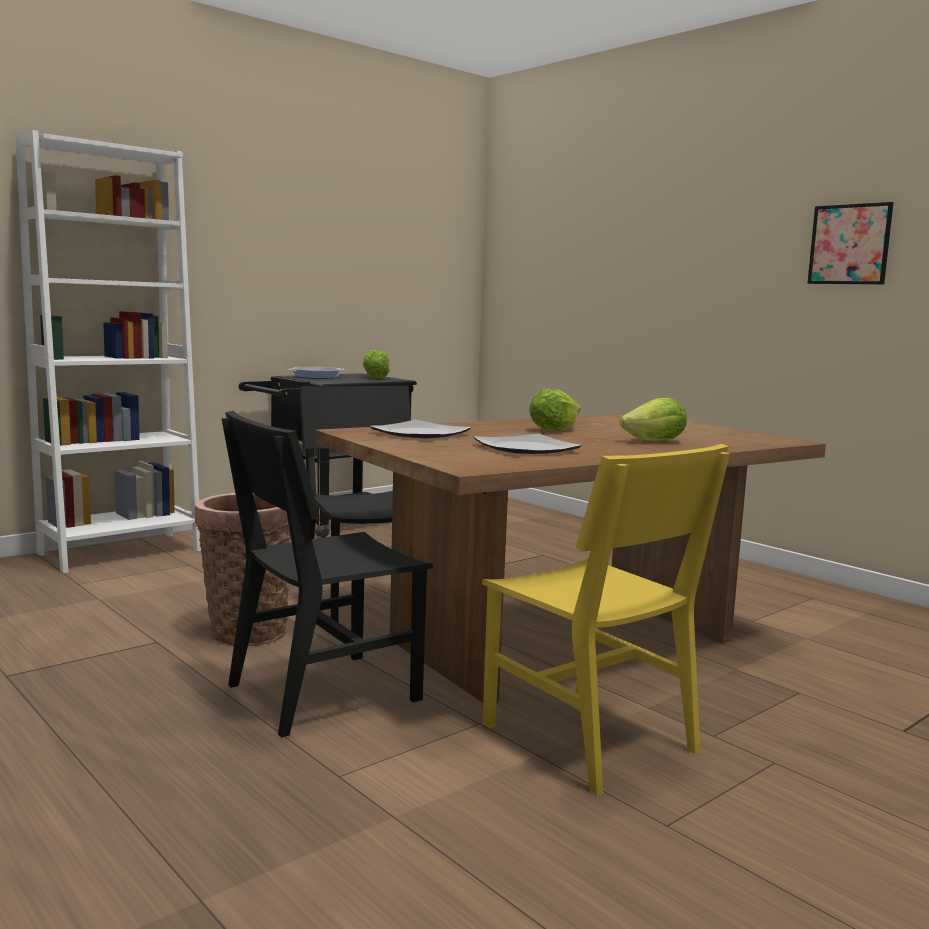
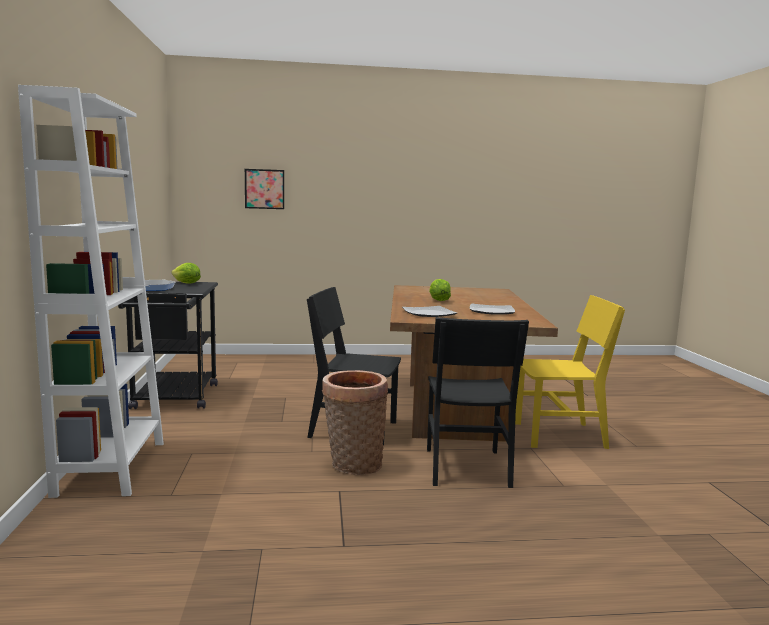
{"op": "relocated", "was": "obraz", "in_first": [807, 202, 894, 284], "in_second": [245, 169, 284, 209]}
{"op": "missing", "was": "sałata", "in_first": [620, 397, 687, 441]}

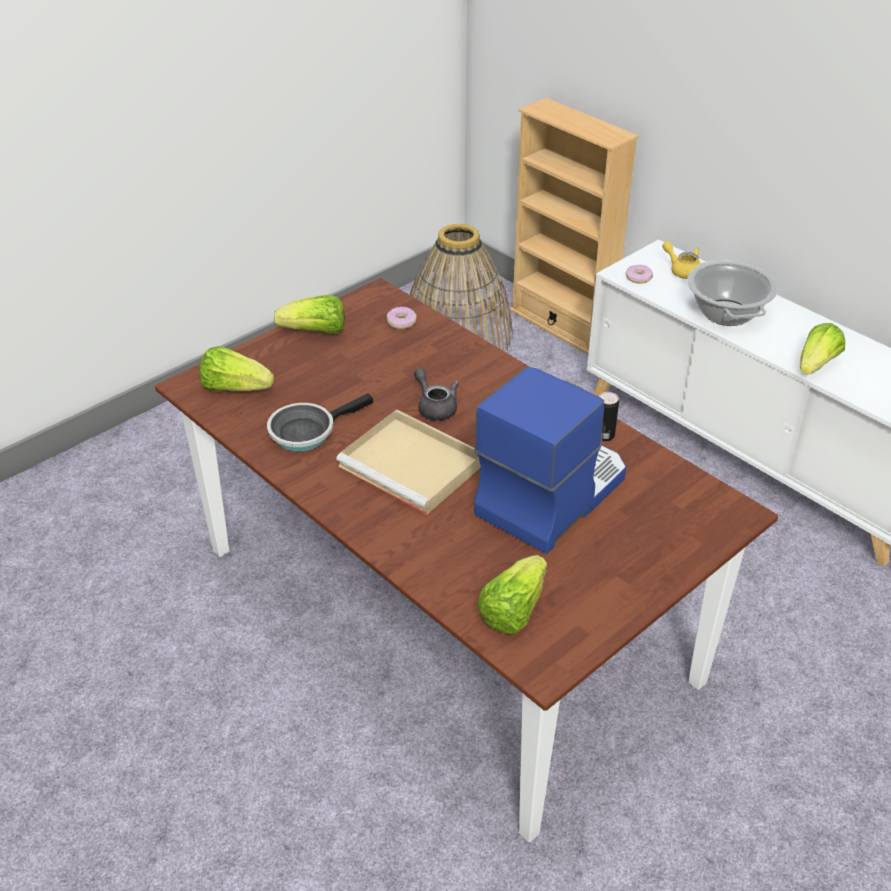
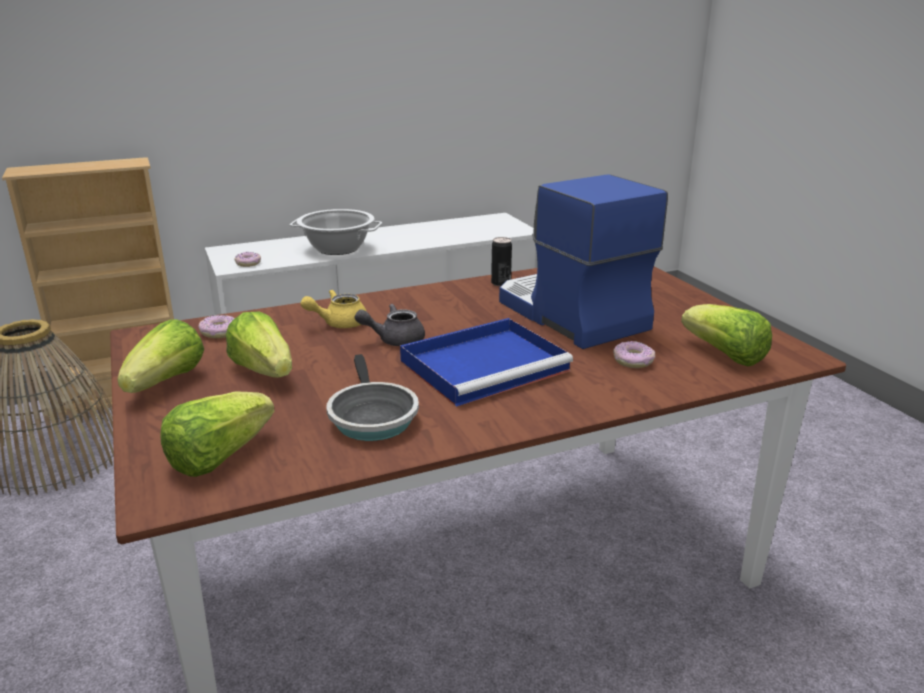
{"op": "relocated", "was": "imbryk [żółty]", "in_first": [662, 241, 701, 279], "in_second": [300, 290, 366, 328]}
{"op": "relocated", "was": "sałata", "in_first": [800, 323, 845, 375], "in_second": [226, 311, 292, 378]}
{"op": "colour", "was": "taca [beżowy]", "now": "taca [niebieski]", "in_first": [336, 409, 480, 514], "in_second": [400, 318, 573, 407]}
{"op": "appeared", "now": "donut", "in_second": [613, 341, 655, 368]}

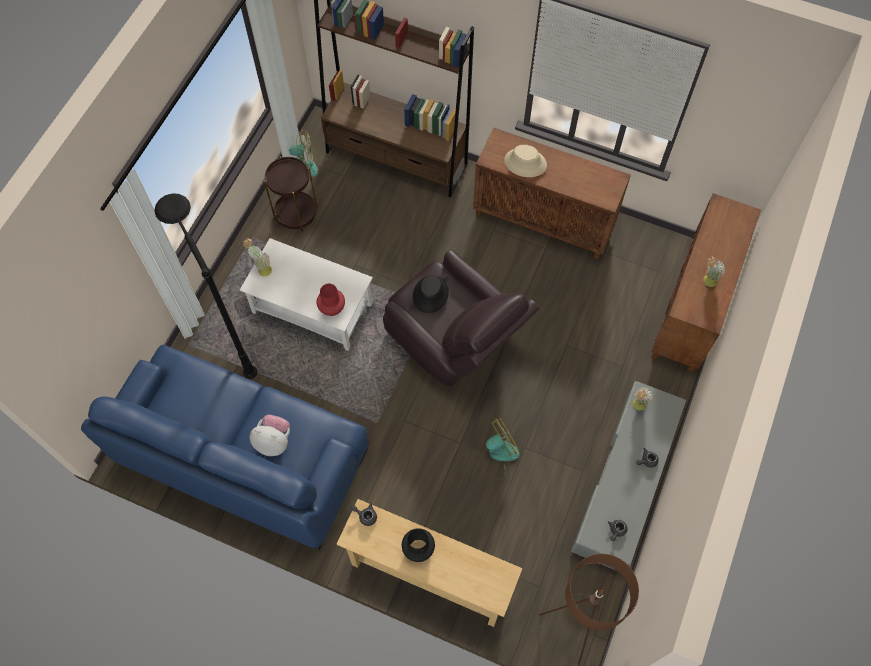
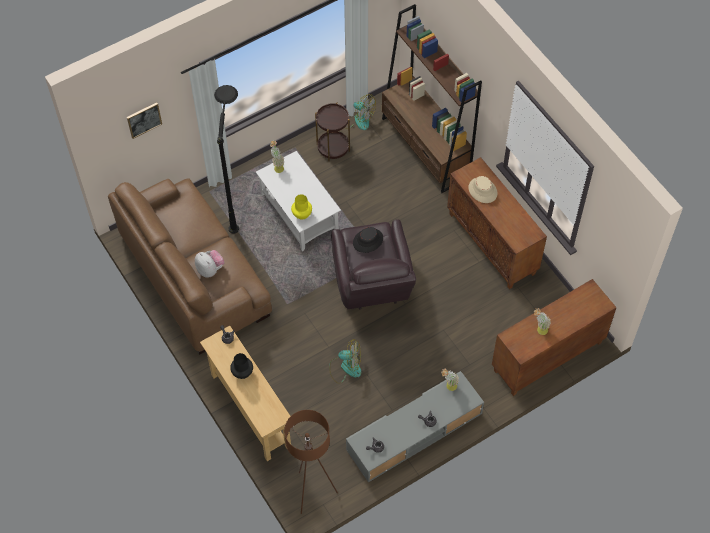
{"op": "colour", "was": "wazon [czerwony]", "now": "wazon [żółty]", "in_first": [316, 284, 345, 316], "in_second": [291, 194, 312, 220]}
{"op": "colour", "was": "kanapa [niebieski]", "now": "kanapa [brązowy]", "in_first": [81, 345, 369, 550], "in_second": [108, 178, 272, 355]}
{"op": "appeared", "now": "obraz", "in_second": [127, 103, 162, 139]}

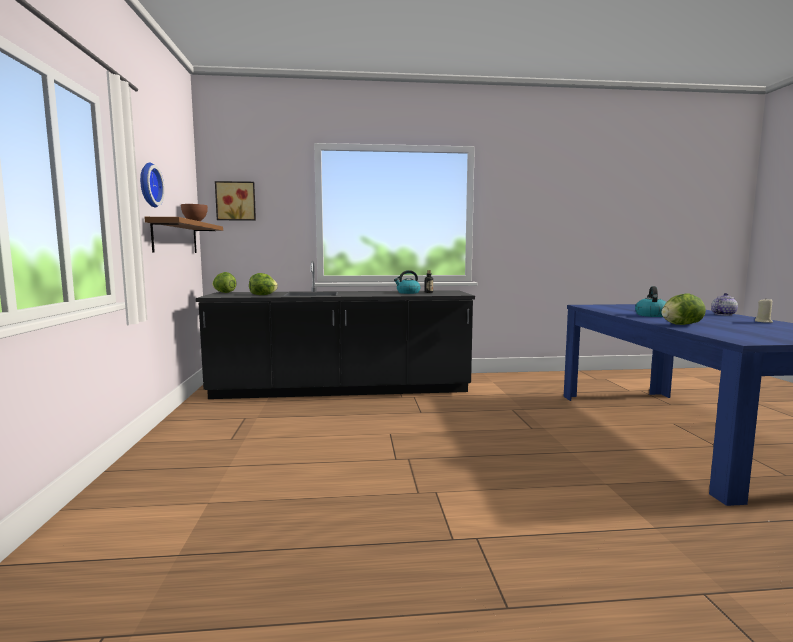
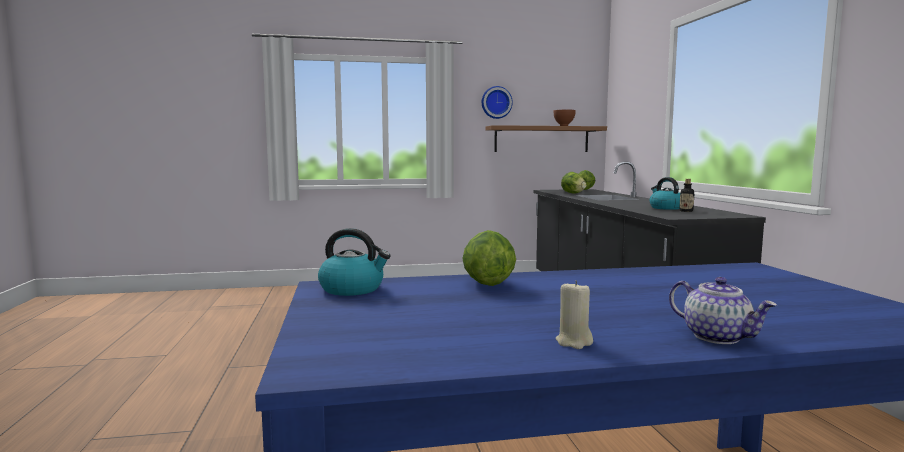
{"op": "missing", "was": "obraz", "in_first": [215, 181, 256, 221]}
{"op": "relocated", "was": "czajnik", "in_first": [635, 286, 666, 317], "in_second": [318, 228, 391, 296]}

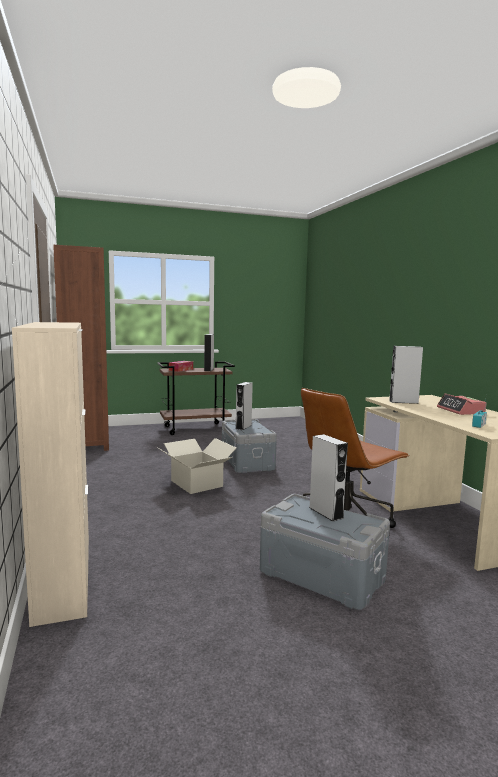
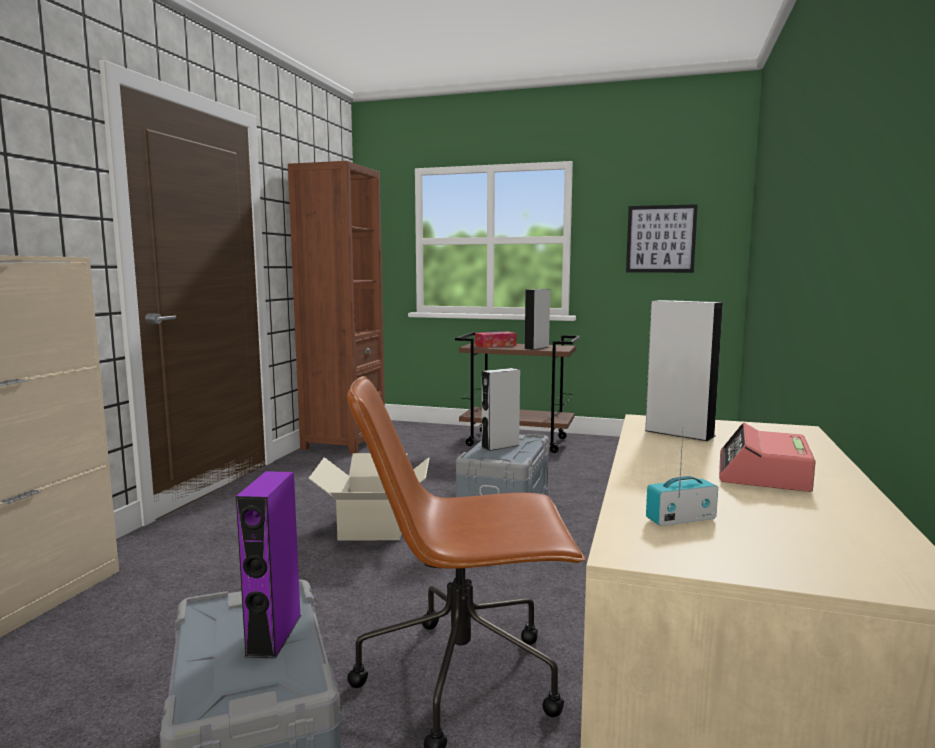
{"op": "colour", "was": "głośnik [szary]", "now": "głośnik [fioletowy]", "in_first": [309, 434, 348, 521], "in_second": [236, 471, 301, 659]}
{"op": "appeared", "now": "obraz", "in_second": [626, 204, 698, 273]}

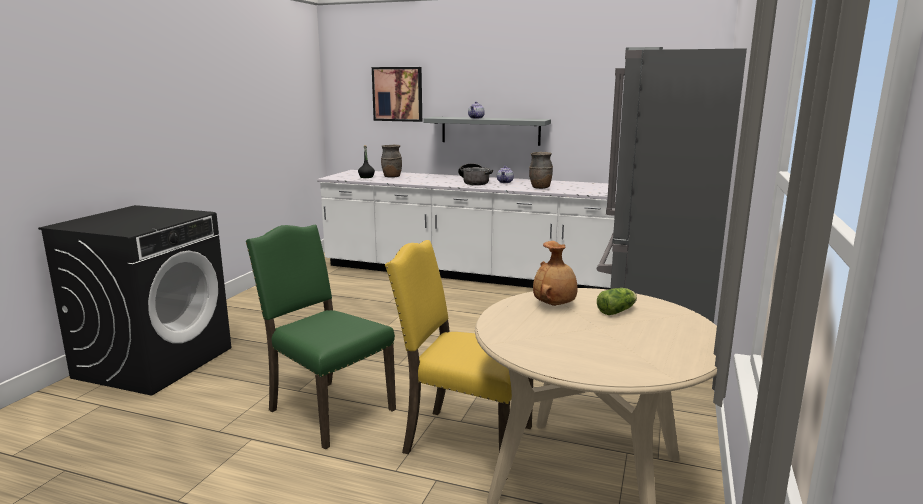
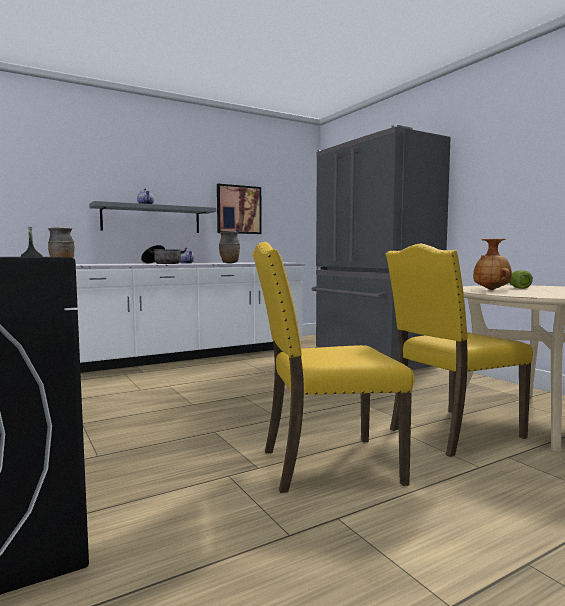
{"op": "relocated", "was": "obraz", "in_first": [372, 67, 422, 122], "in_second": [217, 184, 262, 234]}
{"op": "colour", "was": "krzesło [zielony]", "now": "krzesło [żółty]", "in_first": [246, 225, 396, 450], "in_second": [252, 242, 414, 493]}

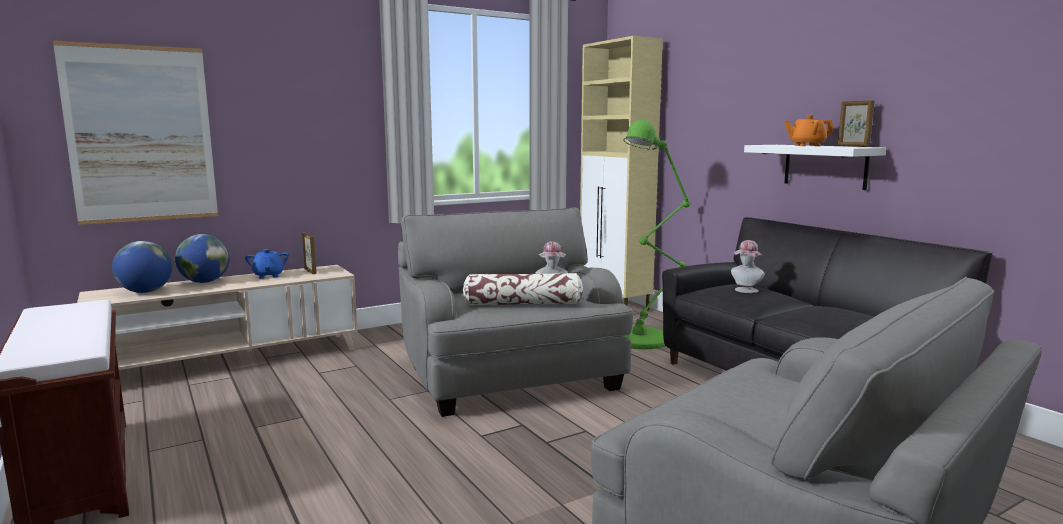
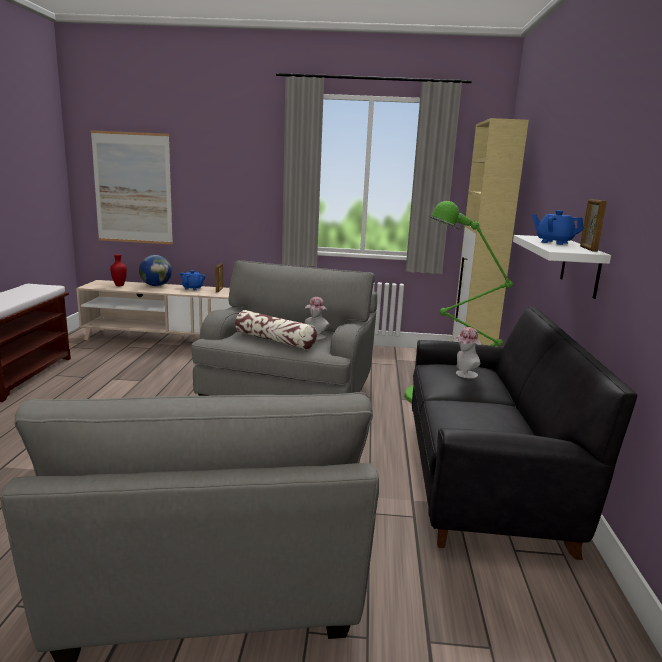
{"op": "colour", "was": "imbryk [pomarańczowy]", "now": "imbryk [niebieski]", "in_first": [784, 115, 834, 146], "in_second": [532, 210, 583, 245]}
{"op": "exchanged", "was": "globus", "now": "wazon [czerwony]", "in_first": [112, 241, 172, 293], "in_second": [110, 254, 127, 286]}

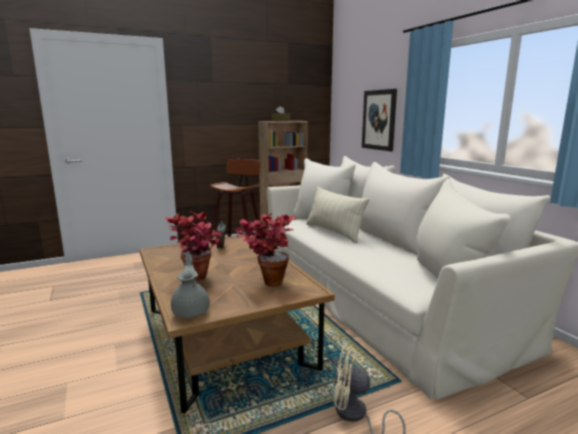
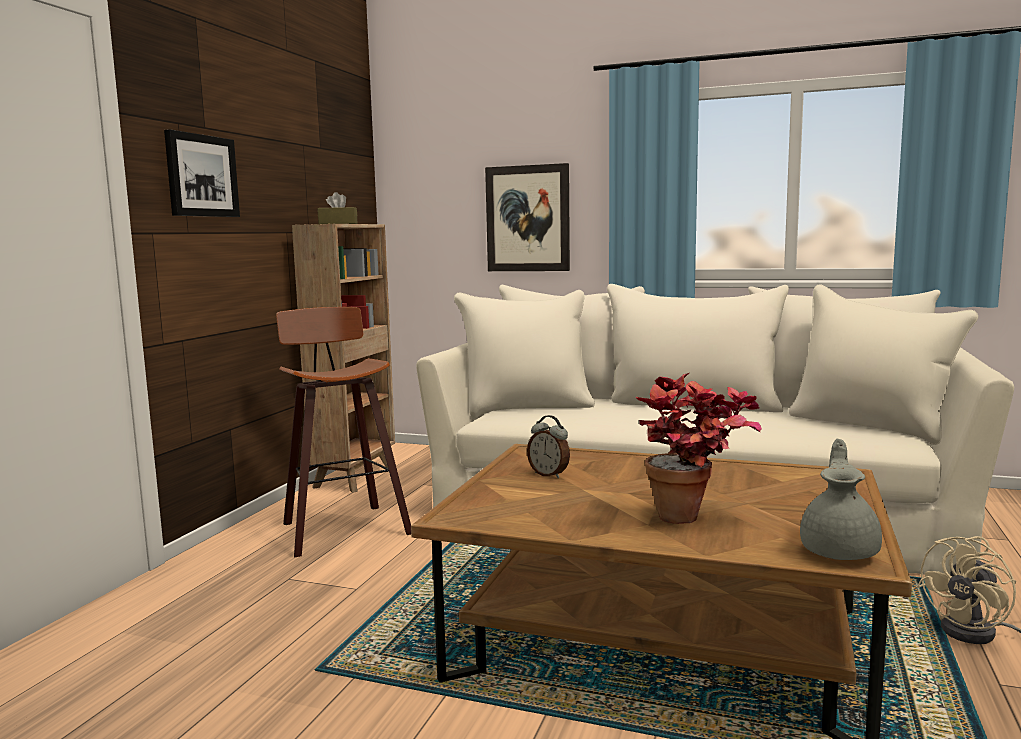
{"op": "missing", "was": "poduszka [beżowy]", "in_first": [306, 186, 369, 243]}
{"op": "missing", "was": "roślina doniczkowa", "in_first": [235, 213, 296, 286]}
{"op": "spun", "was": "imbryk [szary]", "in_first": [171, 255, 210, 318], "in_second": [800, 439, 882, 560], "clockwise": 75}
{"op": "appeared", "now": "obraz", "in_second": [164, 129, 240, 217]}

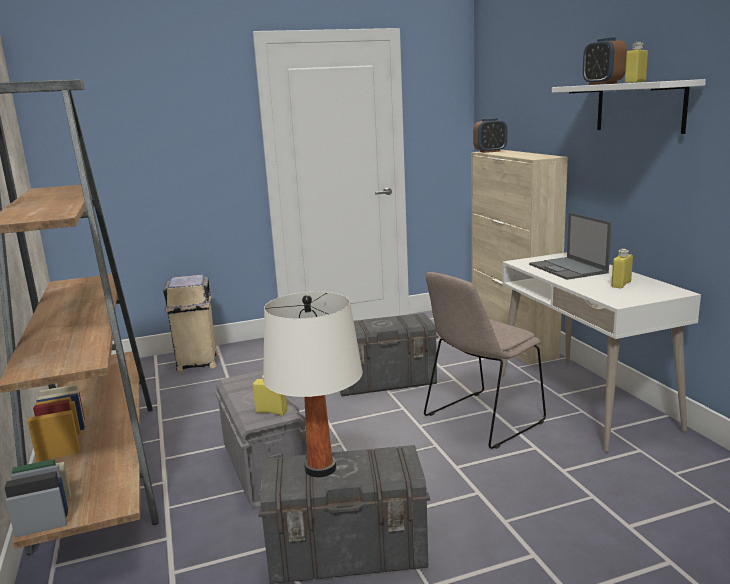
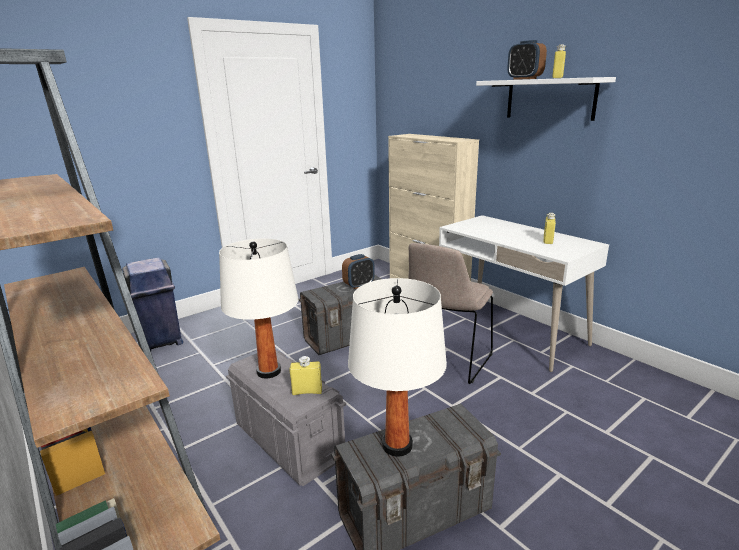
{"op": "relocated", "was": "budzik", "in_first": [473, 118, 507, 153], "in_second": [342, 254, 375, 289]}
{"op": "missing", "was": "laptop", "in_first": [529, 212, 612, 280]}
{"op": "colour", "was": "kosz na śmieci [beżowy]", "now": "kosz na śmieci [niebieski]", "in_first": [163, 275, 217, 372], "in_second": [122, 257, 184, 351]}
{"op": "appeared", "now": "lampa stołowa [biały]", "in_second": [219, 239, 298, 379]}

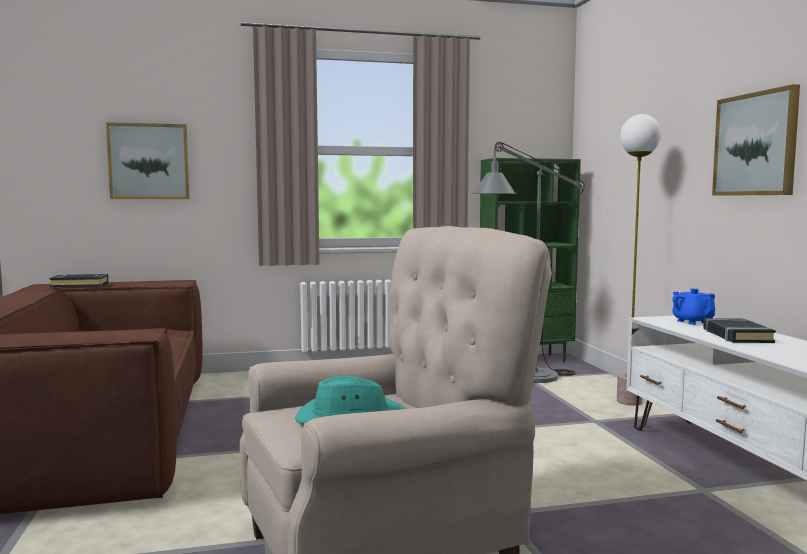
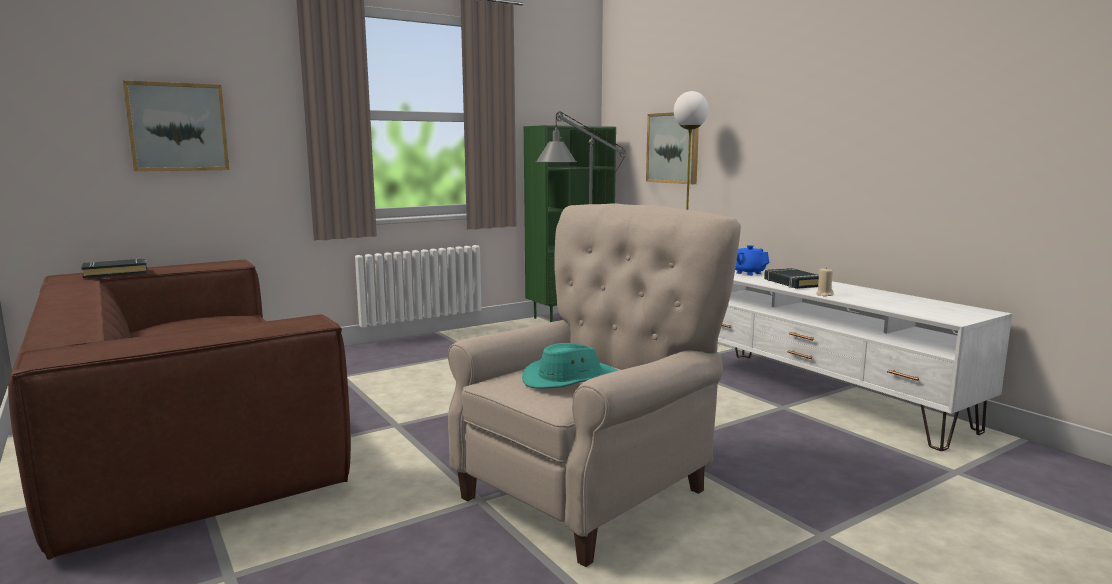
{"op": "relocated", "was": "obraz", "in_first": [712, 84, 800, 196], "in_second": [646, 112, 699, 184]}
{"op": "appeared", "now": "świeca [beżowy]", "in_second": [816, 267, 834, 297]}

